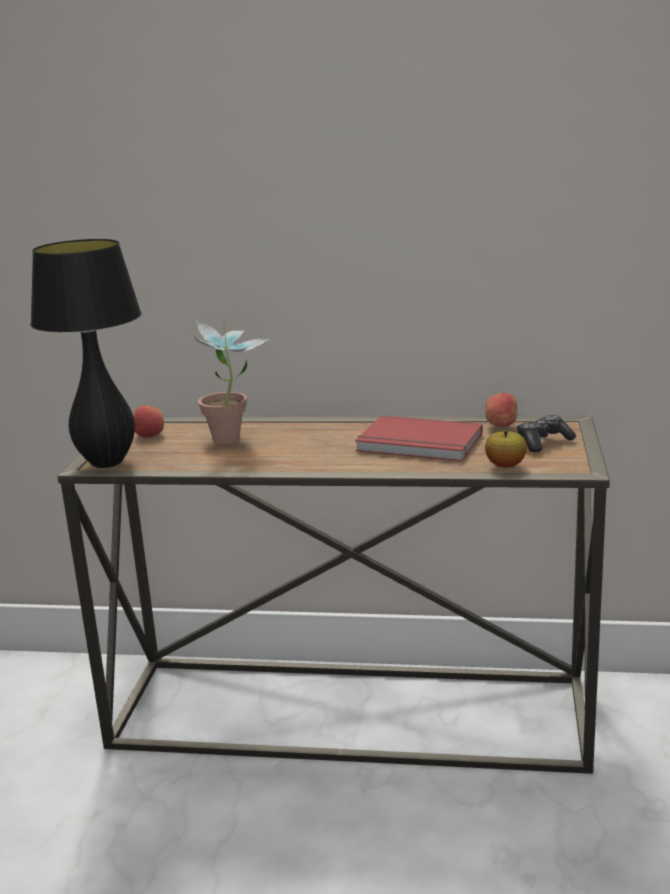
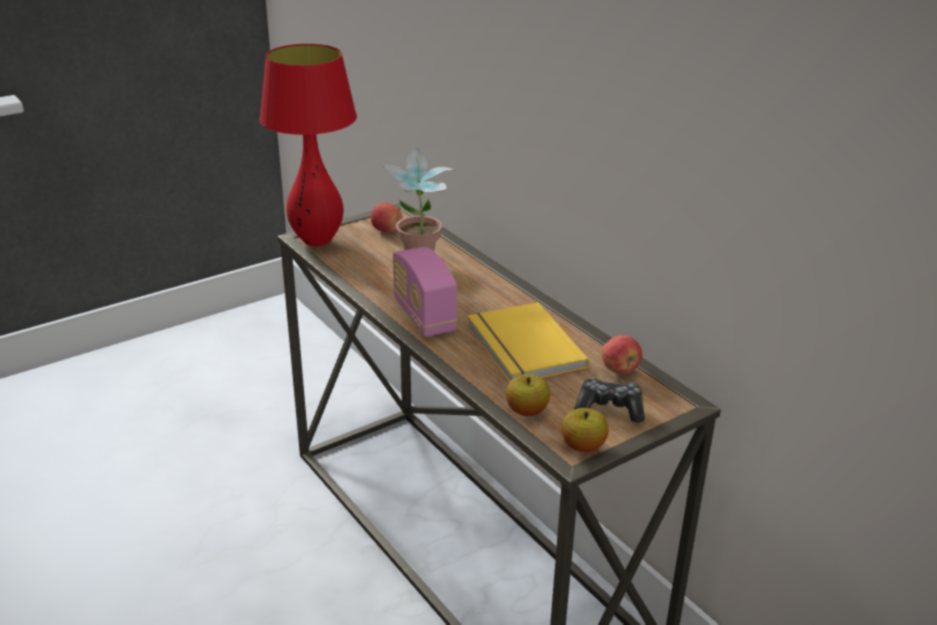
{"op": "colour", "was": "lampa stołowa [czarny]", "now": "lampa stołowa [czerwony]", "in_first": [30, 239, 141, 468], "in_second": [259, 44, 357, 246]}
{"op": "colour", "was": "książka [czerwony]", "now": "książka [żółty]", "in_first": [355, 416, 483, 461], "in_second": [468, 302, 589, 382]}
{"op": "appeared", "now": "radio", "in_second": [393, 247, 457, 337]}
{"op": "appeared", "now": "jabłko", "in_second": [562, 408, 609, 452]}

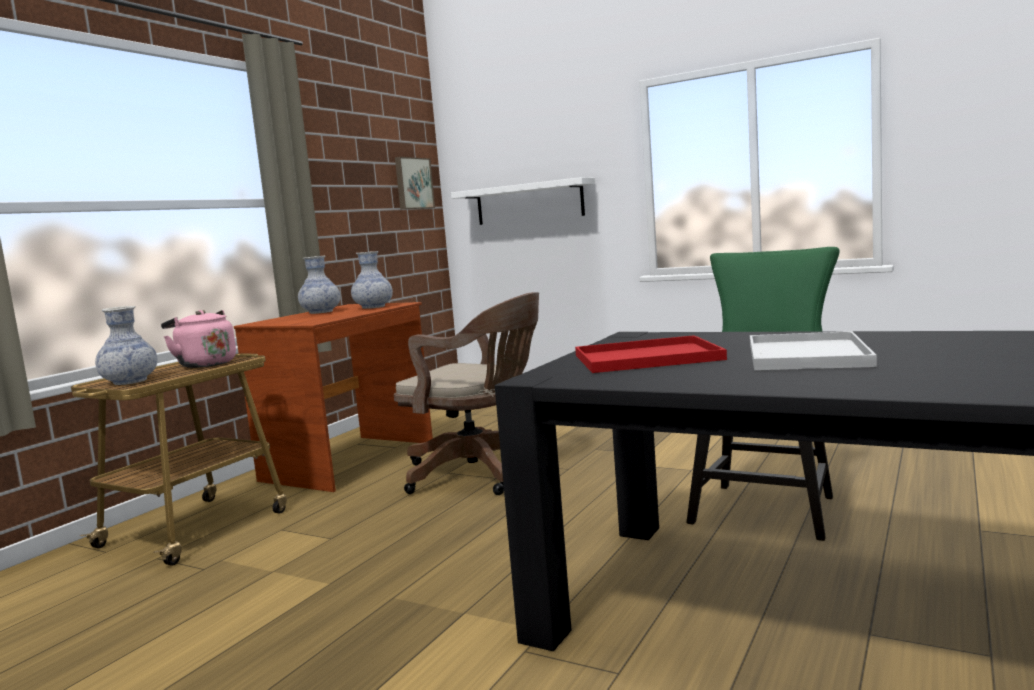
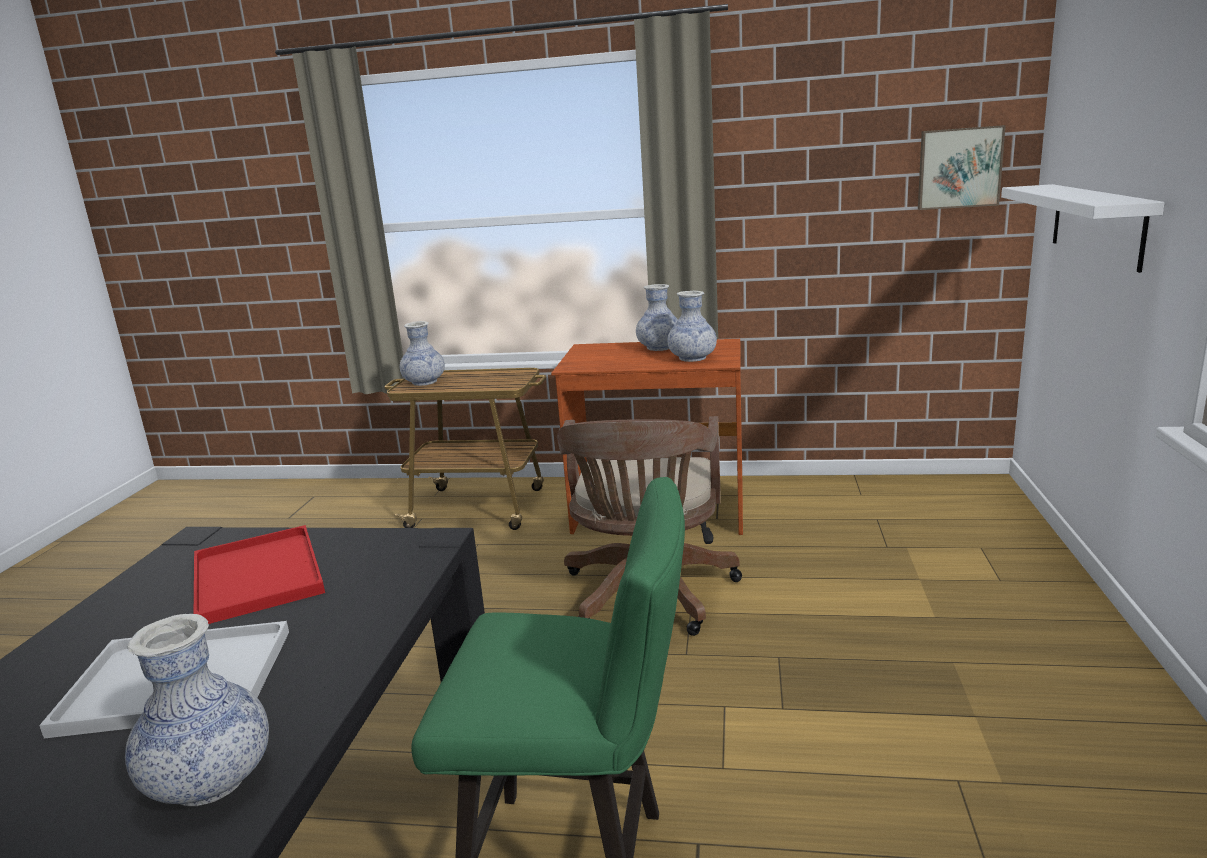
{"op": "missing", "was": "czajnik [różowy]", "in_first": [161, 310, 236, 368]}
{"op": "appeared", "now": "wazon", "in_second": [125, 614, 269, 806]}

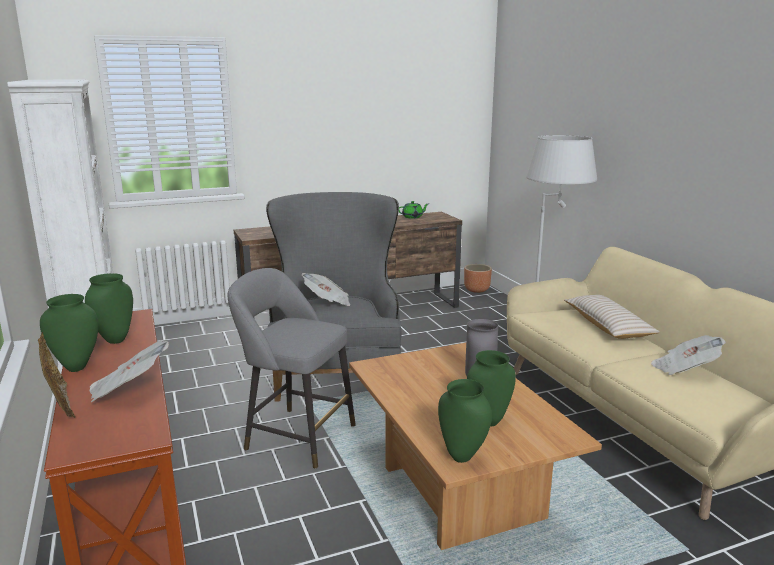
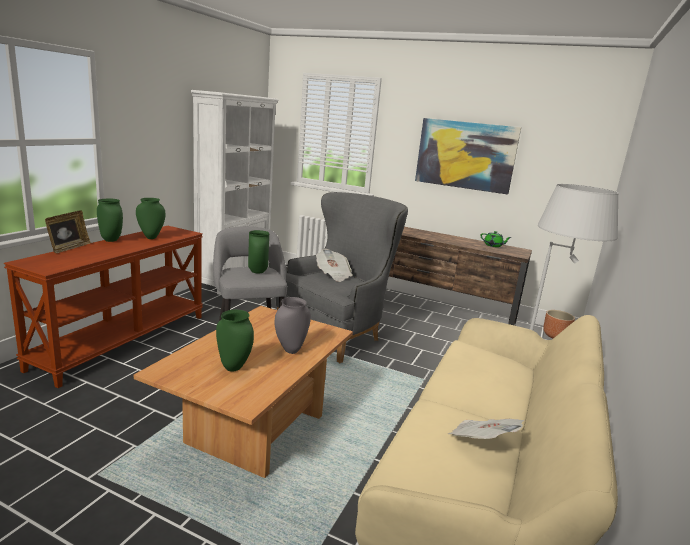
{"op": "missing", "was": "poduszka [beżowy]", "in_first": [564, 295, 660, 339]}
{"op": "missing", "was": "gazeta", "in_first": [90, 340, 169, 402]}
{"op": "relocated", "was": "wazon [zielony]", "in_first": [438, 379, 492, 463], "in_second": [248, 230, 269, 273]}
{"op": "appeared", "now": "obraz", "in_second": [415, 118, 521, 195]}

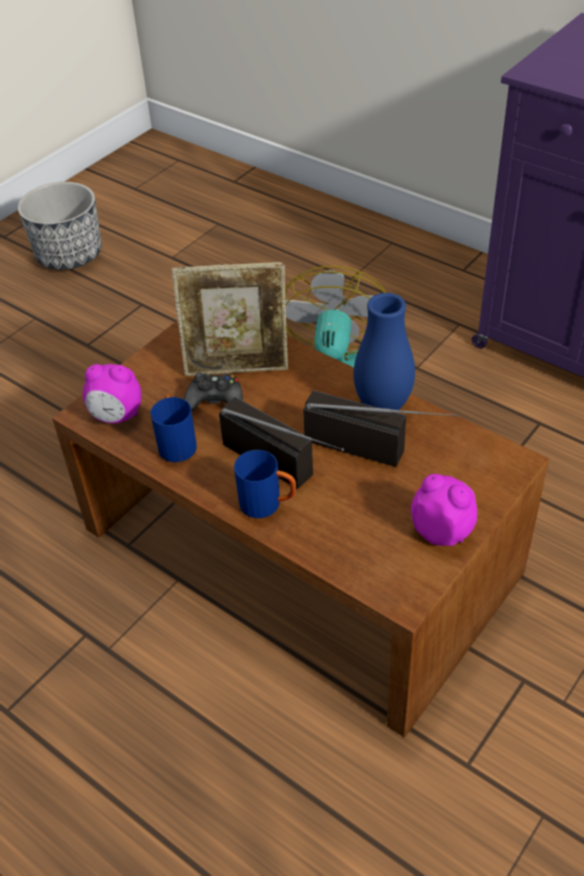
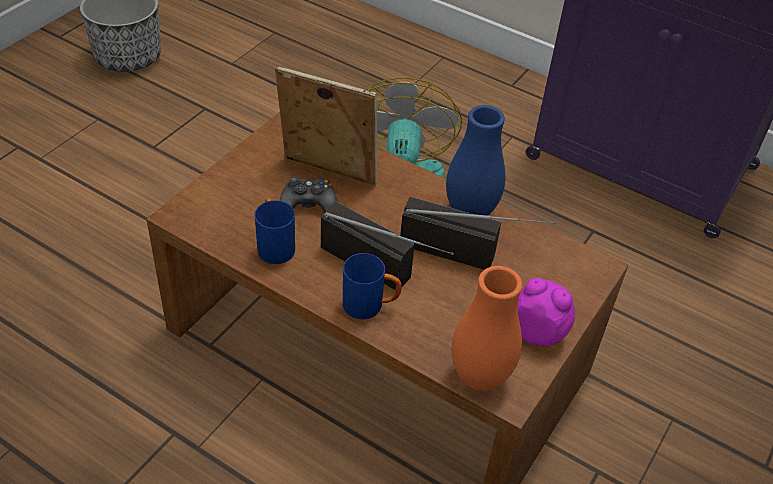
{"op": "spun", "was": "ramka na zdjęcie", "in_first": [172, 262, 288, 376], "in_second": [275, 66, 377, 186], "clockwise": -150}
{"op": "missing", "was": "budzik", "in_first": [83, 364, 141, 423]}
{"op": "appeared", "now": "wazon [pomarańczowy]", "in_second": [452, 266, 522, 391]}

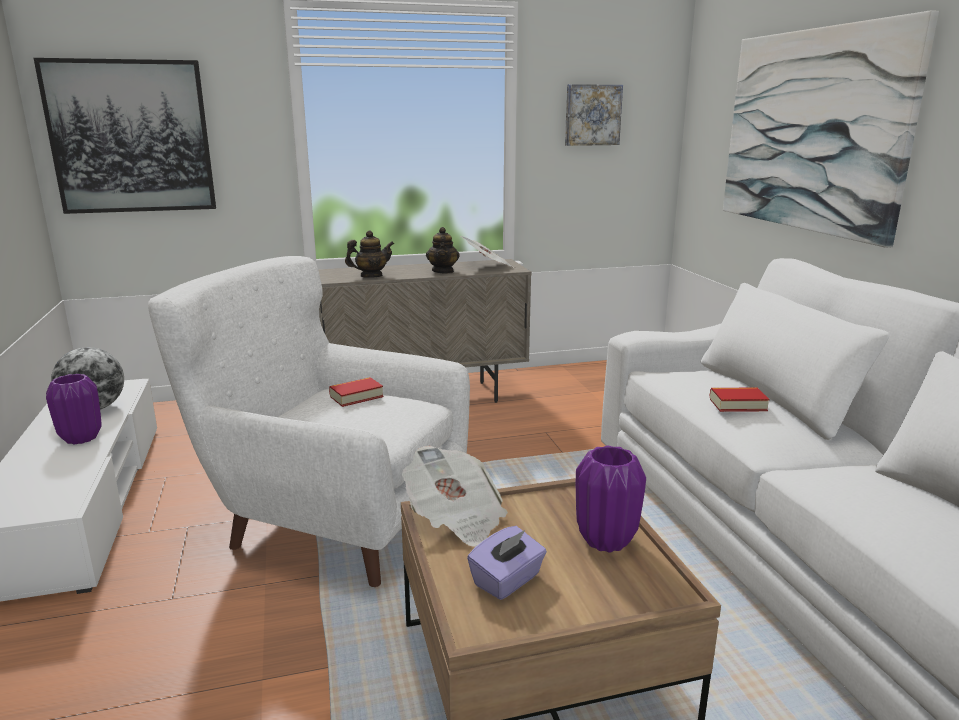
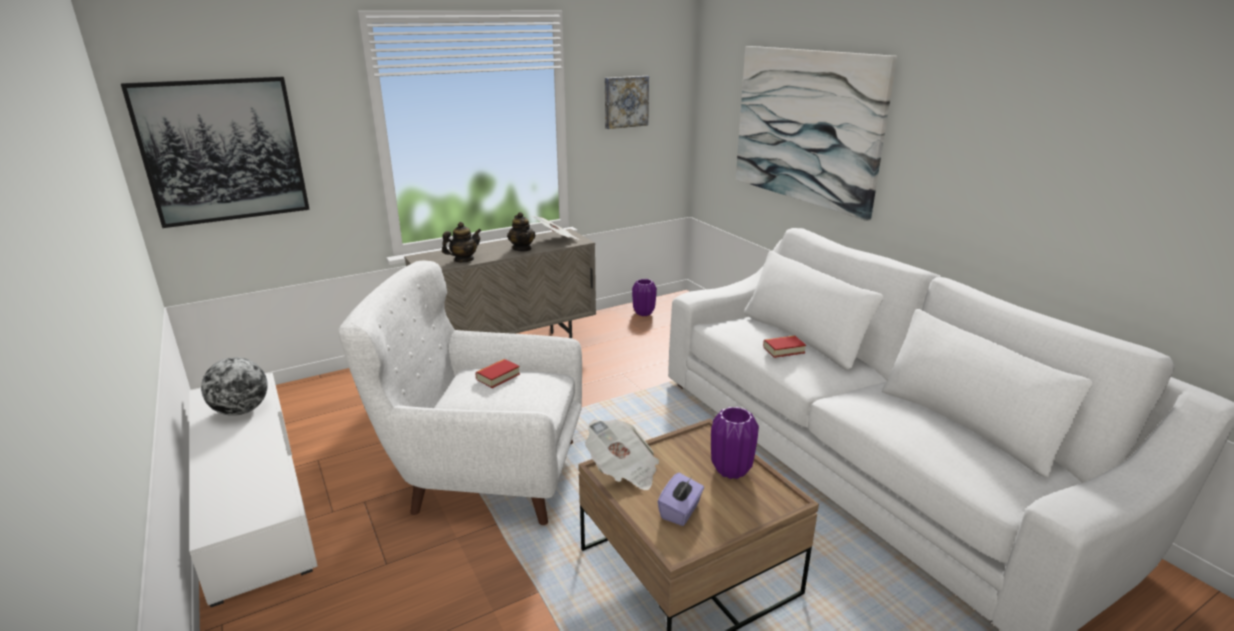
{"op": "relocated", "was": "wazon [fioletowy]", "in_first": [46, 374, 102, 444], "in_second": [632, 279, 657, 316]}

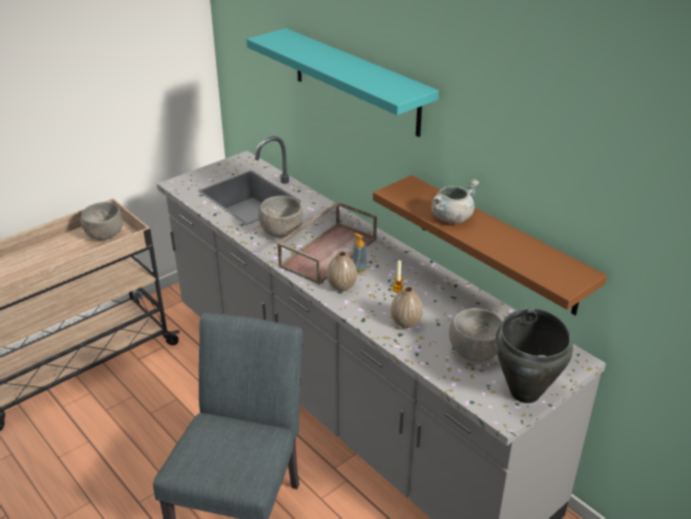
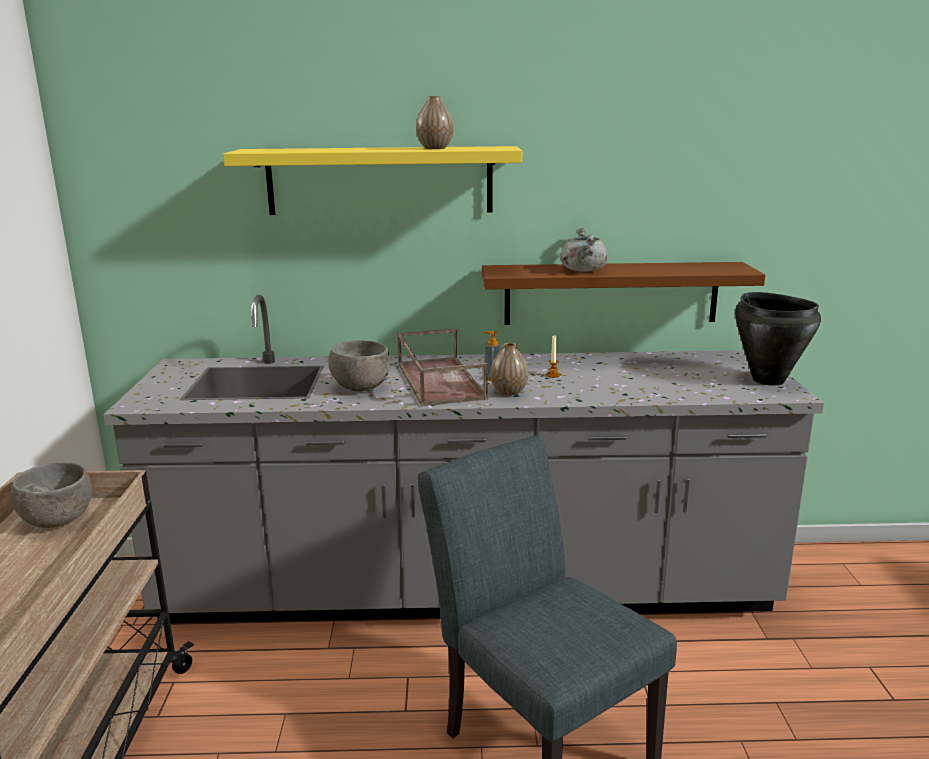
{"op": "colour", "was": "półka [turkusowy]", "now": "półka [żółty]", "in_first": [246, 28, 439, 137], "in_second": [223, 146, 522, 215]}
{"op": "relocated", "was": "wazon", "in_first": [391, 286, 423, 328], "in_second": [416, 96, 454, 149]}
{"op": "missing", "was": "miska [szary]", "in_first": [449, 308, 503, 362]}

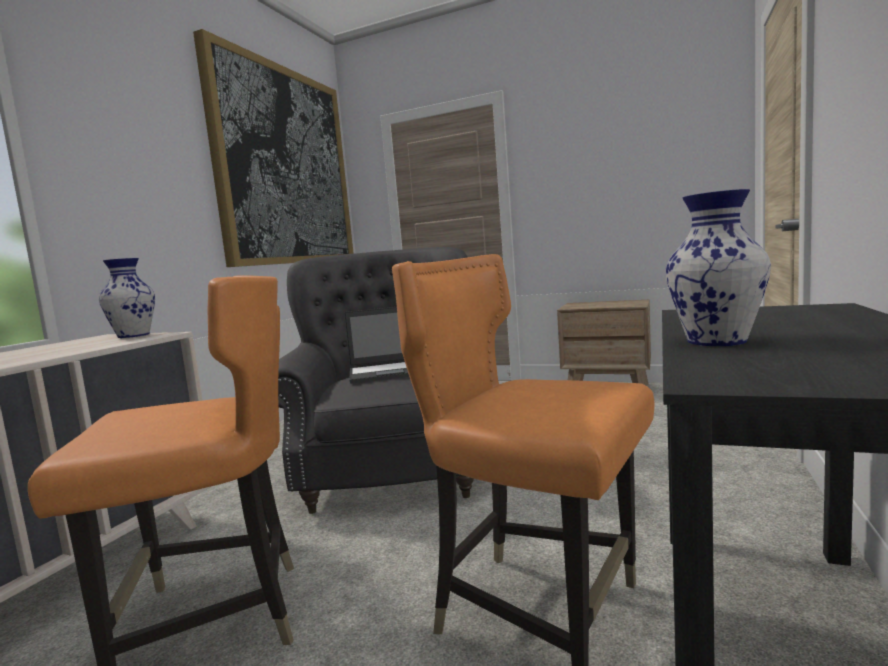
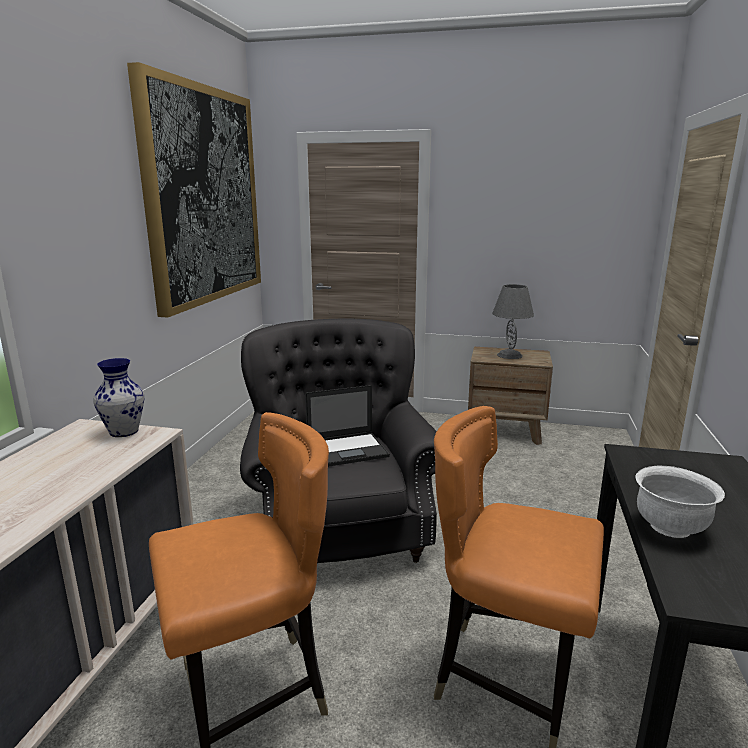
{"op": "exchanged", "was": "wazon", "now": "miska [biały]", "in_first": [665, 189, 771, 346], "in_second": [635, 466, 725, 538]}
{"op": "appeared", "now": "lampa stołowa [szary]", "in_second": [492, 284, 534, 359]}

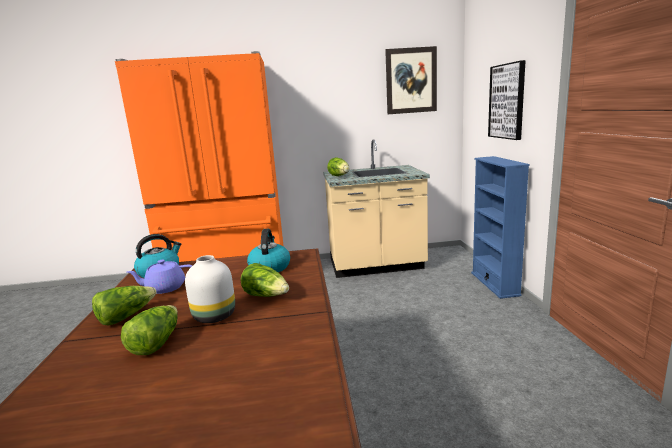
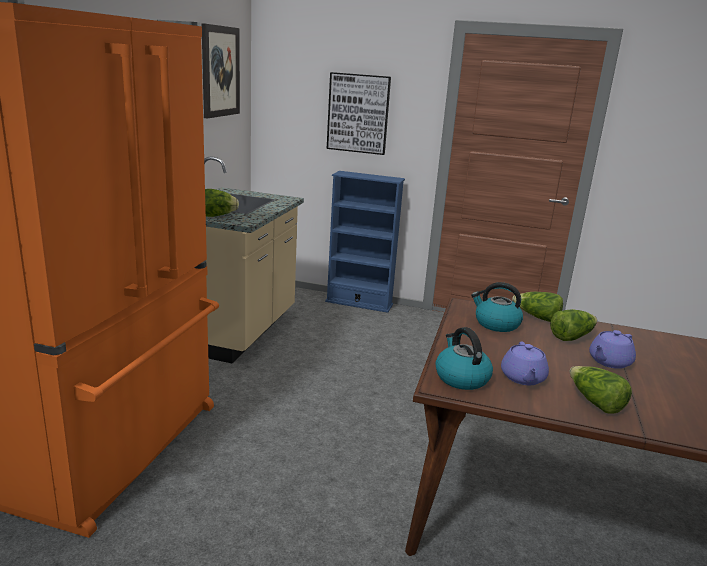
{"op": "exchanged", "was": "wazon [biały]", "now": "imbryk [fioletowy]", "in_first": [185, 255, 235, 323], "in_second": [589, 330, 636, 369]}
{"op": "relocated", "was": "sałata", "in_first": [121, 305, 178, 355], "in_second": [512, 292, 563, 322]}

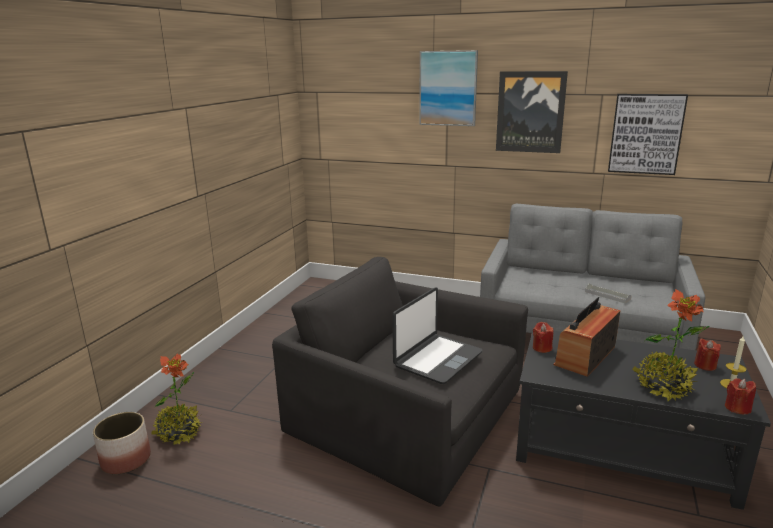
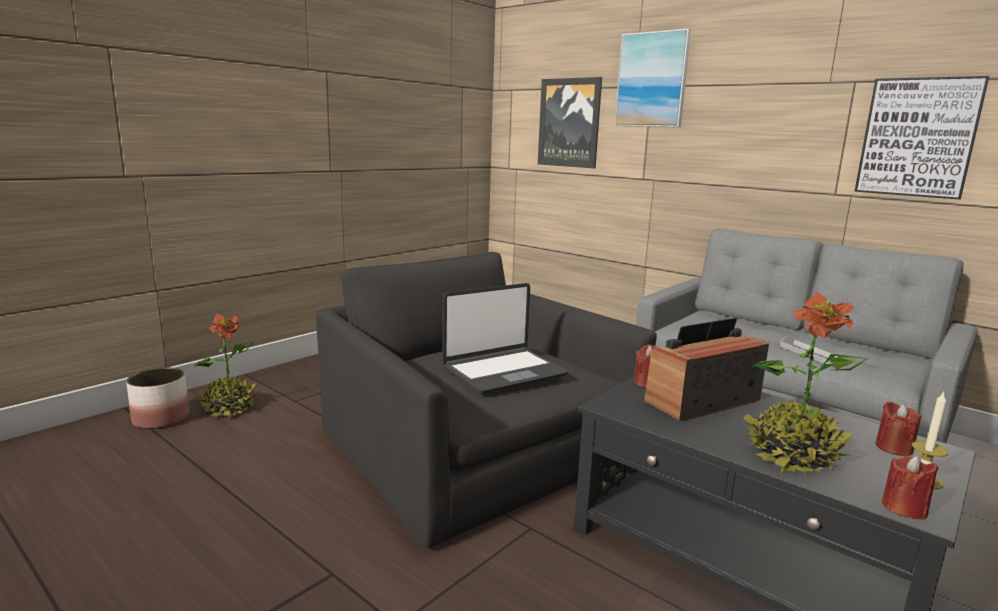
{"op": "relocated", "was": "obraz", "in_first": [496, 71, 568, 153], "in_second": [538, 77, 602, 168]}

